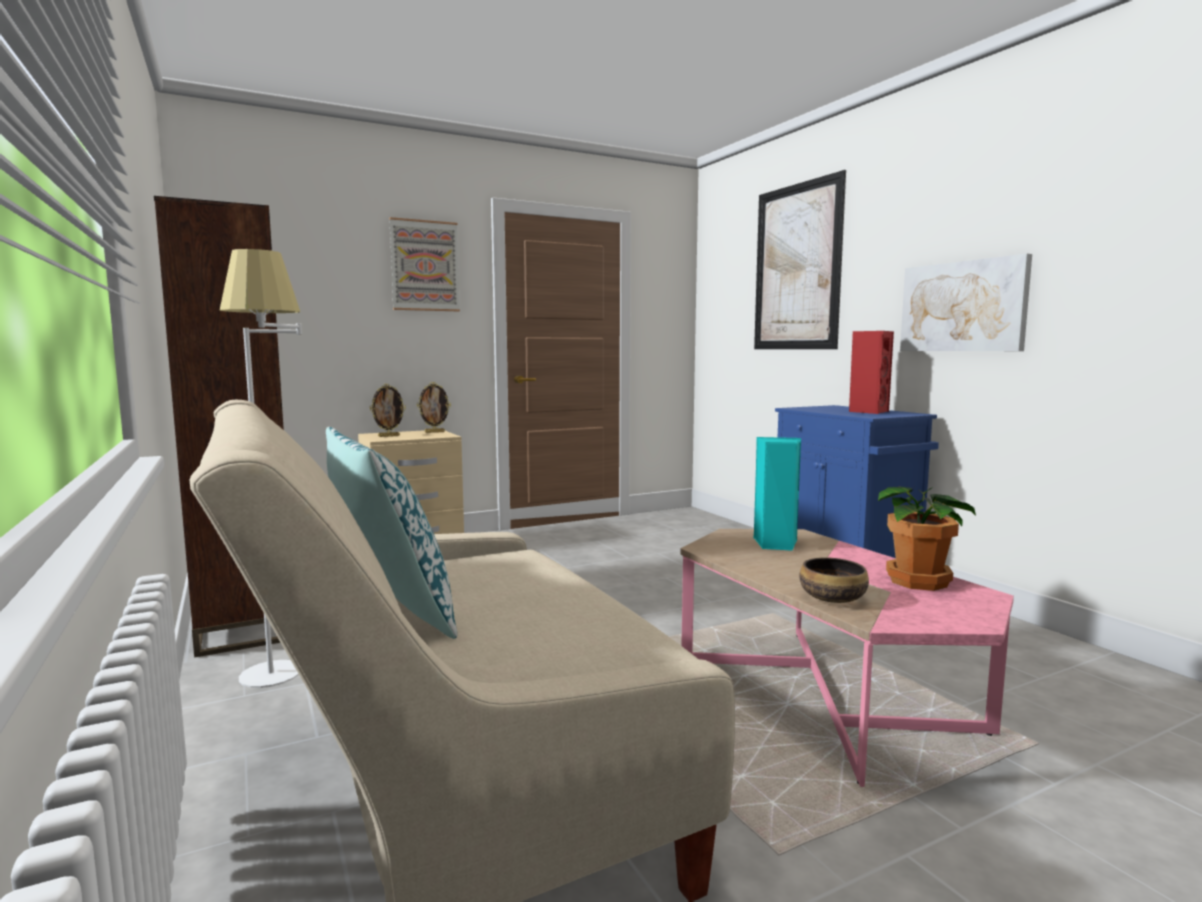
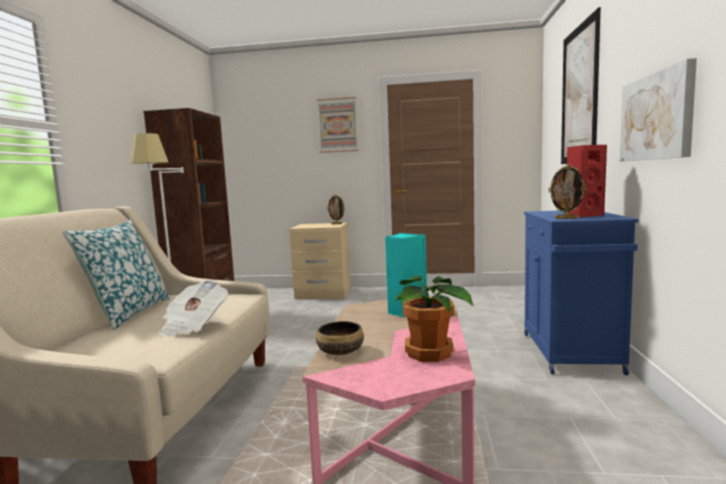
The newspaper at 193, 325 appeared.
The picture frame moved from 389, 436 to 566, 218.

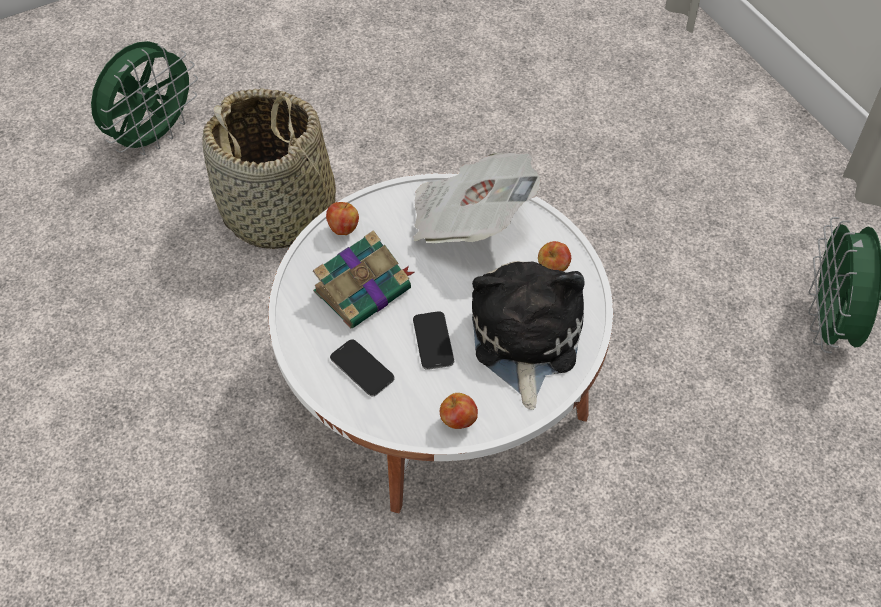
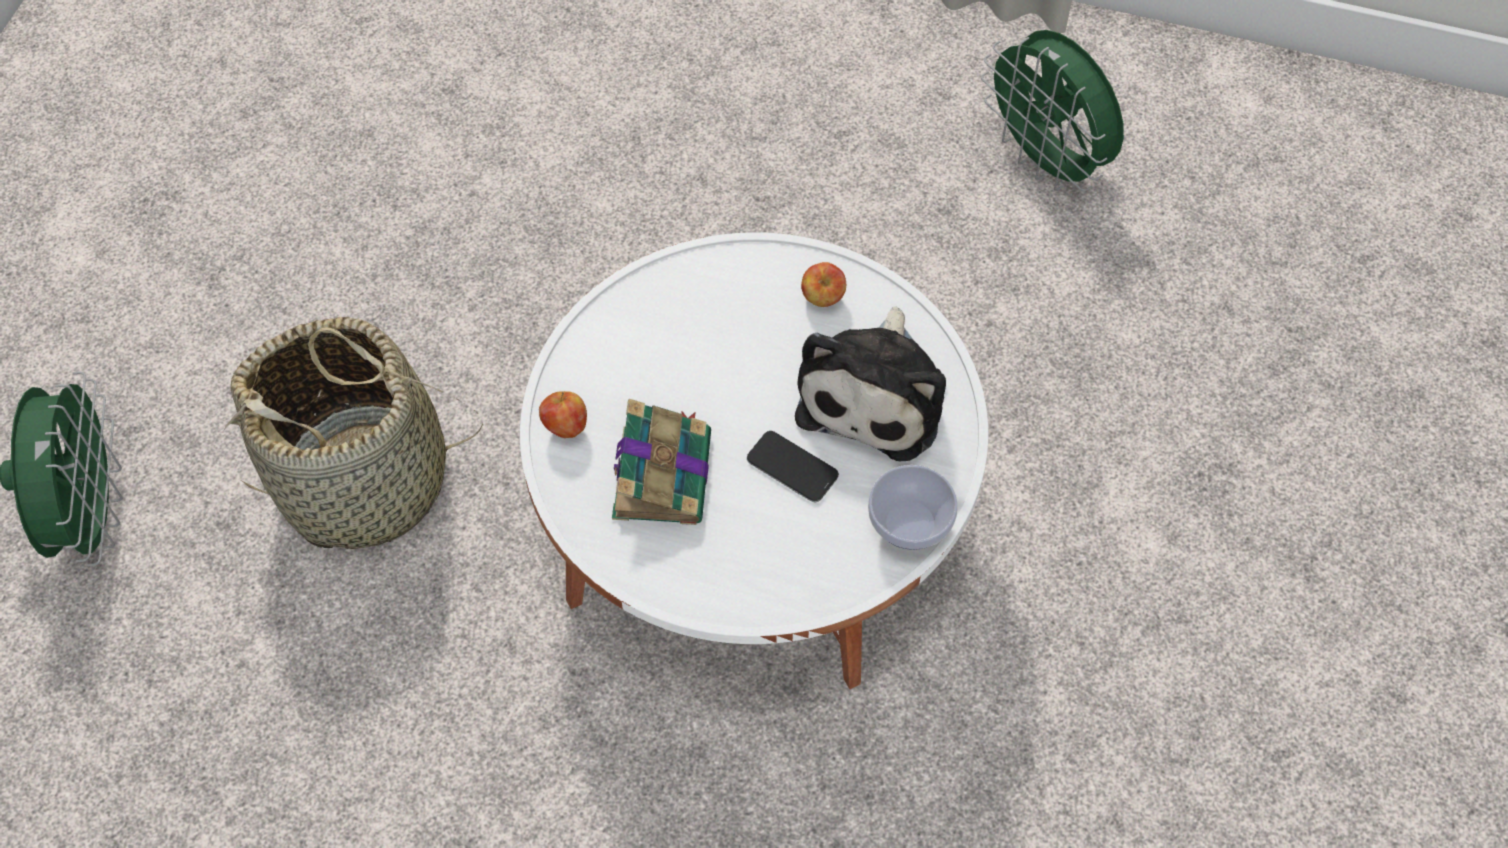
The phone at 362, 368 disappeared.
The newspaper at 469, 220 disappeared.
The whole apple at 458, 421 was replaced by the deep dish at 907, 524.
The plush toy at 524, 340 turned 120 degrees counterclockwise.

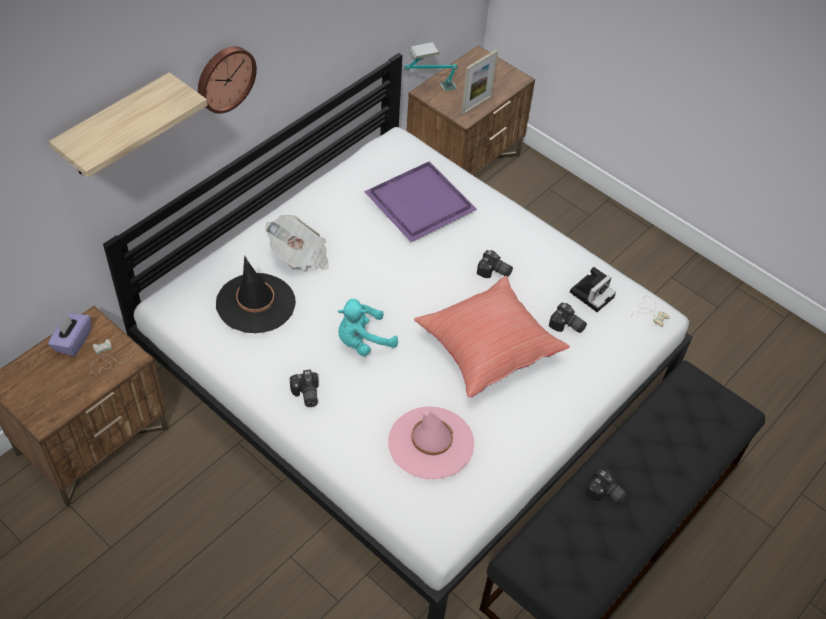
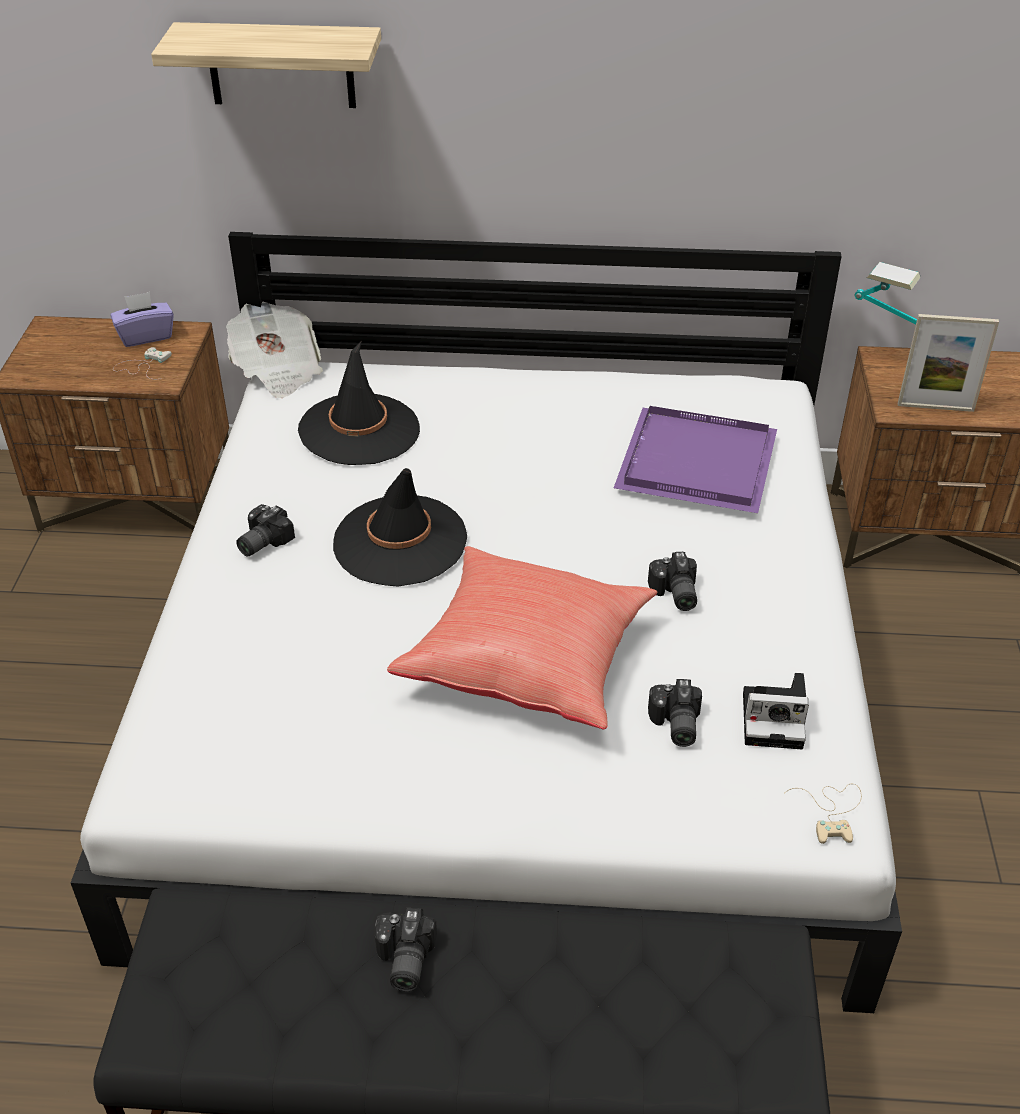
The wall clock at 224, 78 disappeared.
The pink-coloured clothing hat at 430, 443 disappeared.
The newspaper moved from 299, 256 to 277, 371.
The turquoise-coloured plush toy at 362, 341 was replaced by the black-coloured clothing hat at 400, 541.

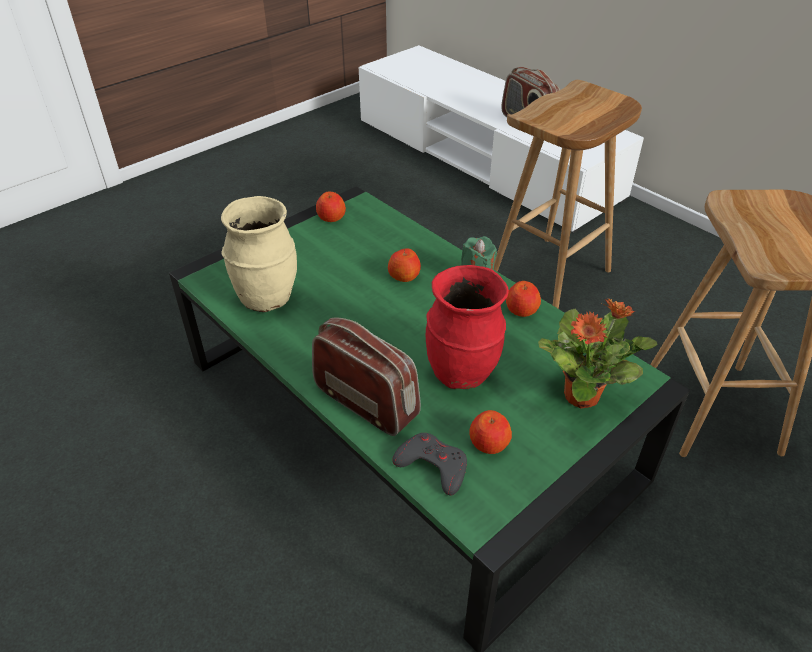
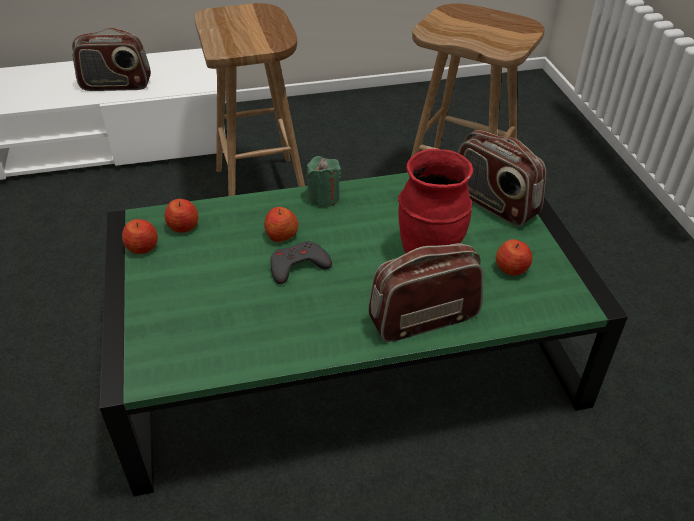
The beige-coloured vase at 267, 298 disappeared.
The gray gamepad moved from 432, 466 to 298, 266.
The whole apple moved from 521, 310 to 184, 227.
The potted plant at 582, 395 was replaced by the radio set at 493, 204.

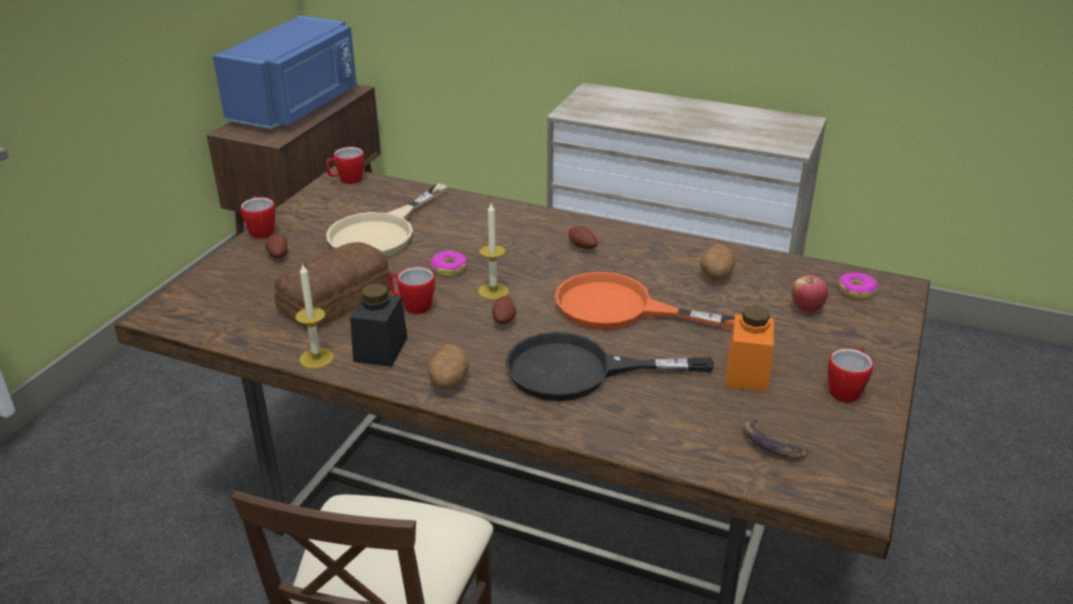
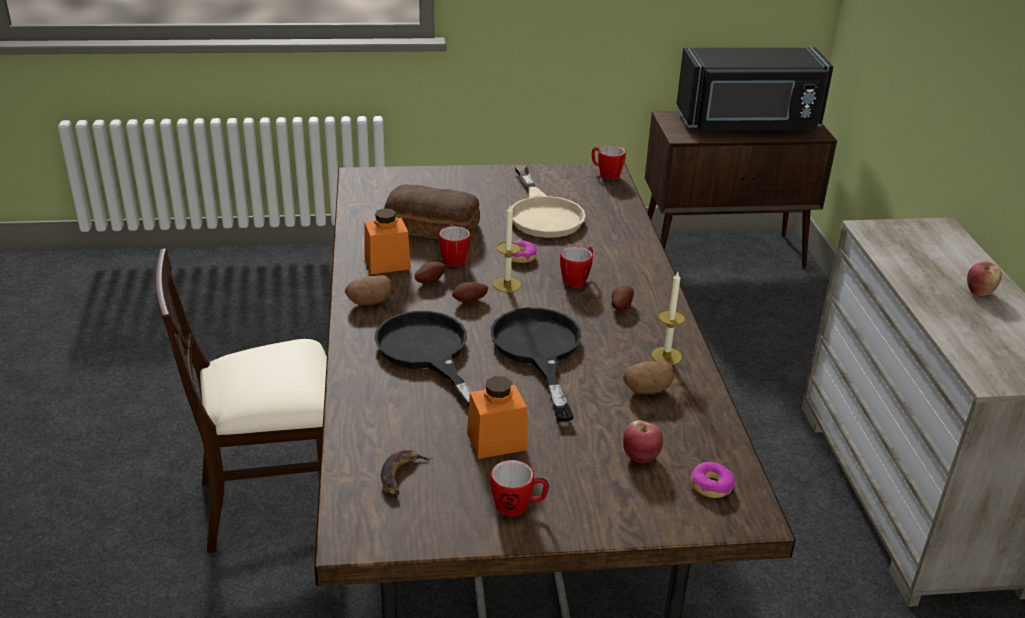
The whole apple at 979, 292 appeared.
The tea mug moved from 261, 230 to 577, 279.
The spud moved from 277, 255 to 429, 280.
The candle moved from 316, 358 to 666, 356.
The blue-coloured kitchen microwave at 297, 106 became the black-coloured kitchen microwave at 748, 124.
The black-coloured storage jar at 380, 349 became the orangey storage jar at 387, 263.
The orangey frying pan at 621, 309 became the black-coloured frying pan at 538, 351.
The beige-coloured frying pan at 381, 233 turned 105 degrees counterclockwise.

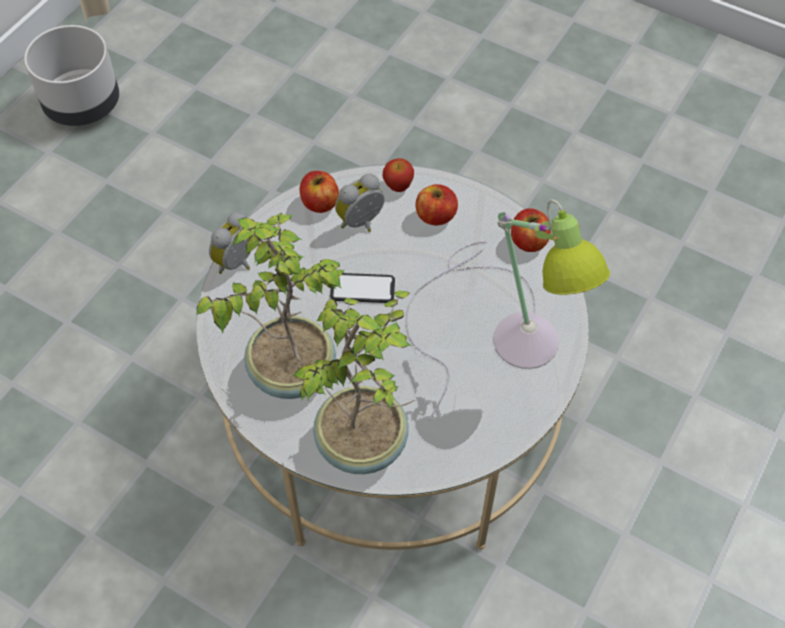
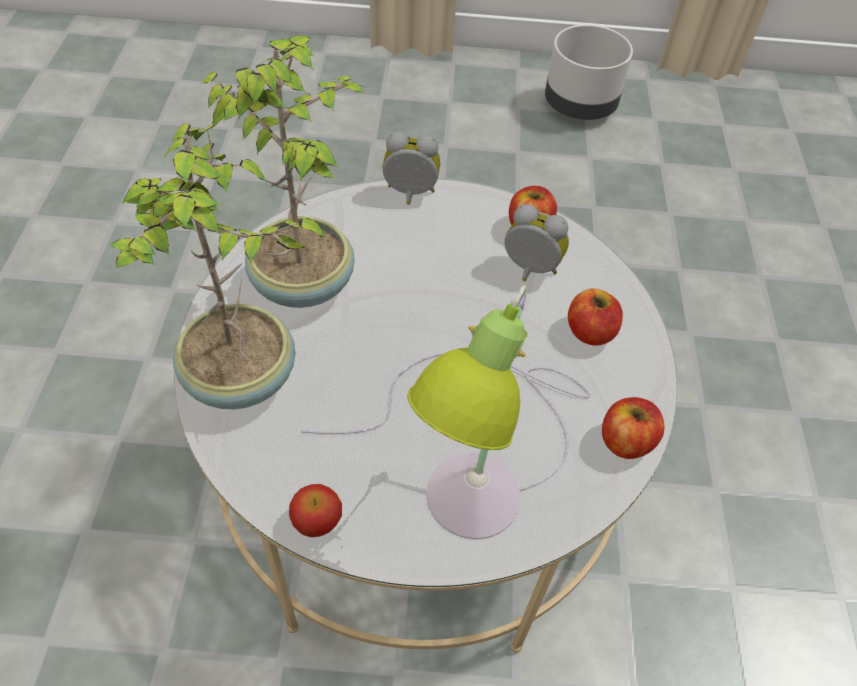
The phone at 362, 288 disappeared.
The whole apple moved from 398, 185 to 317, 522.

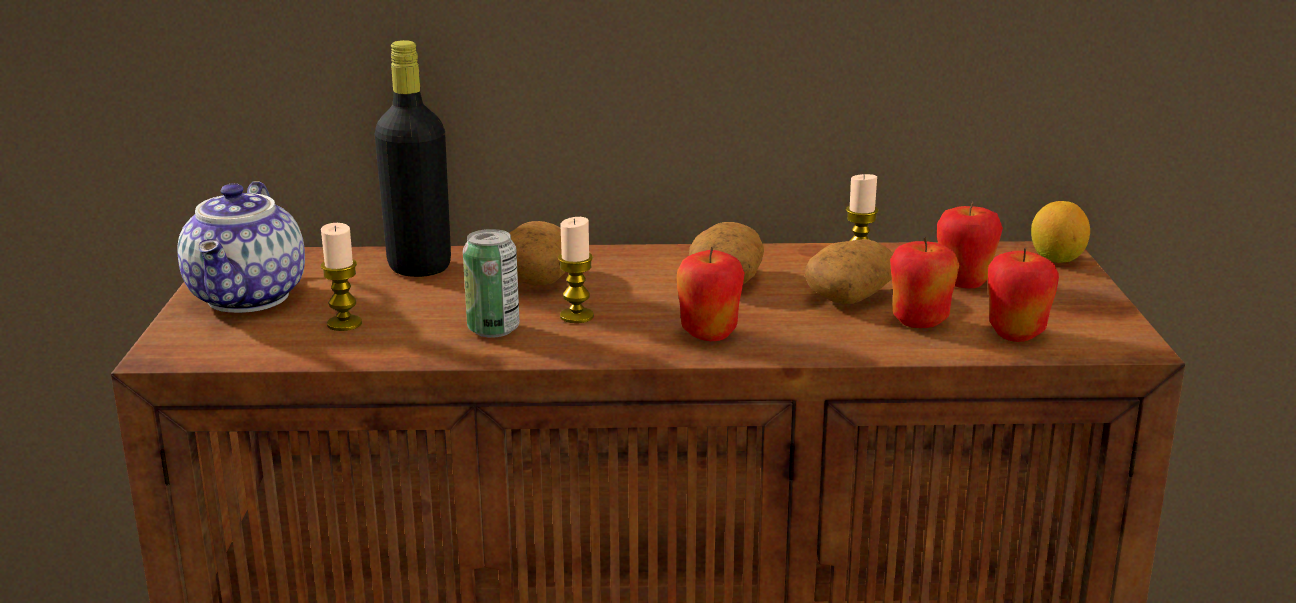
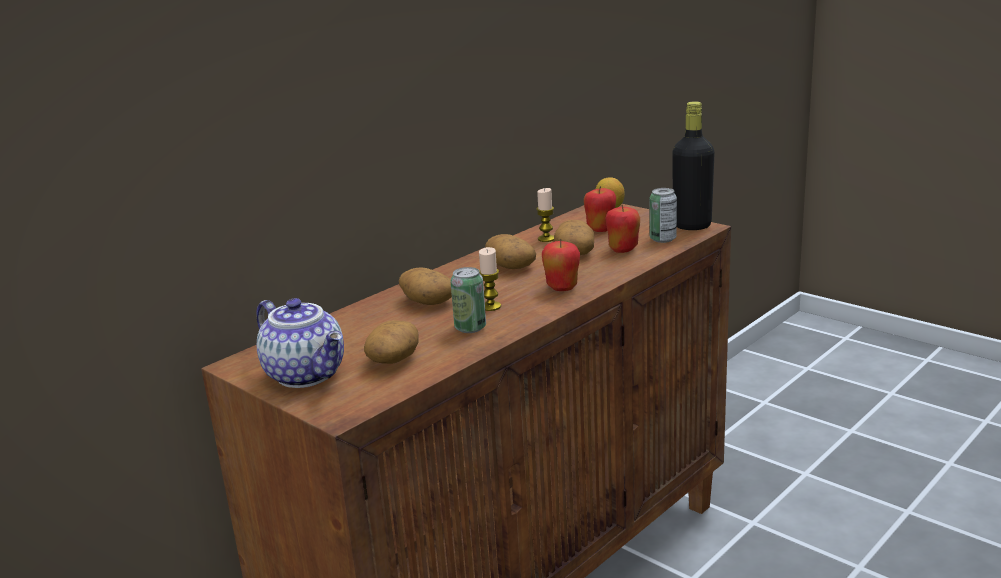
The black-coloured drink bottle moved from 419, 267 to 692, 225.
The candle at 344, 324 was replaced by the spud at 393, 359.
The whole apple at 1016, 334 was replaced by the metal can at 662, 239.

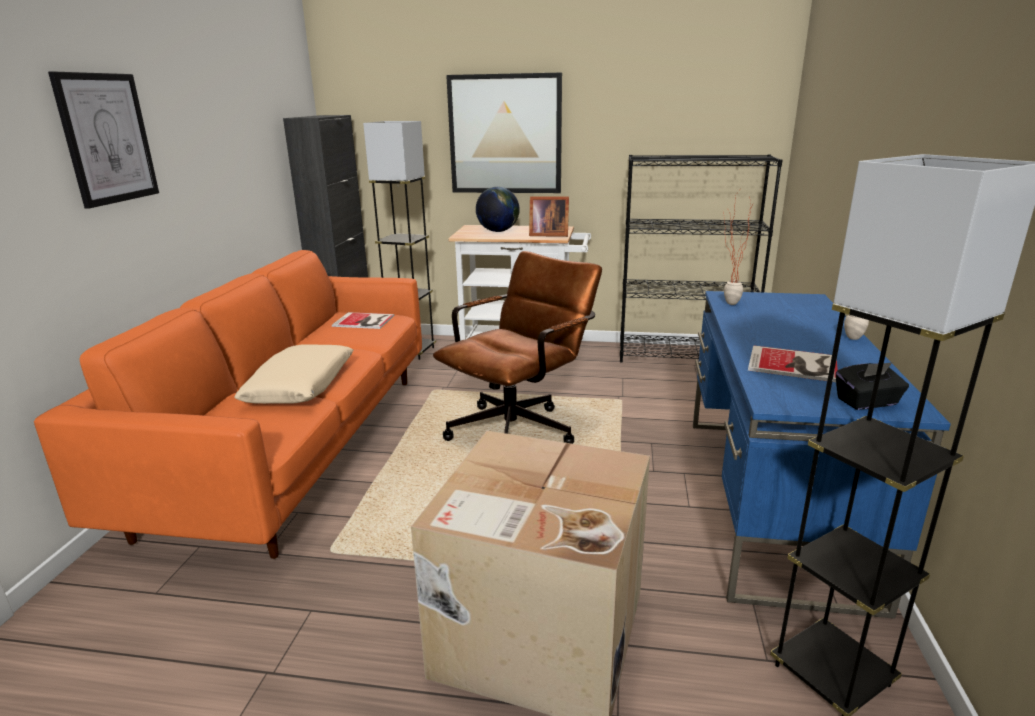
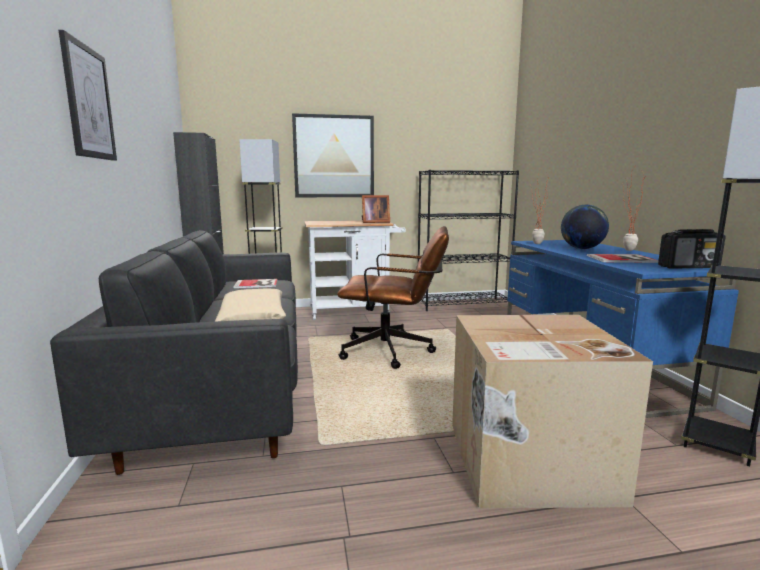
The world globe moved from 498, 231 to 582, 249.
The black-coloured tissue holder at 867, 402 was replaced by the radio set at 689, 267.
The orangey settee at 298, 447 became the black-coloured settee at 227, 384.
The brown desk chair at 519, 428 turned 75 degrees clockwise.

